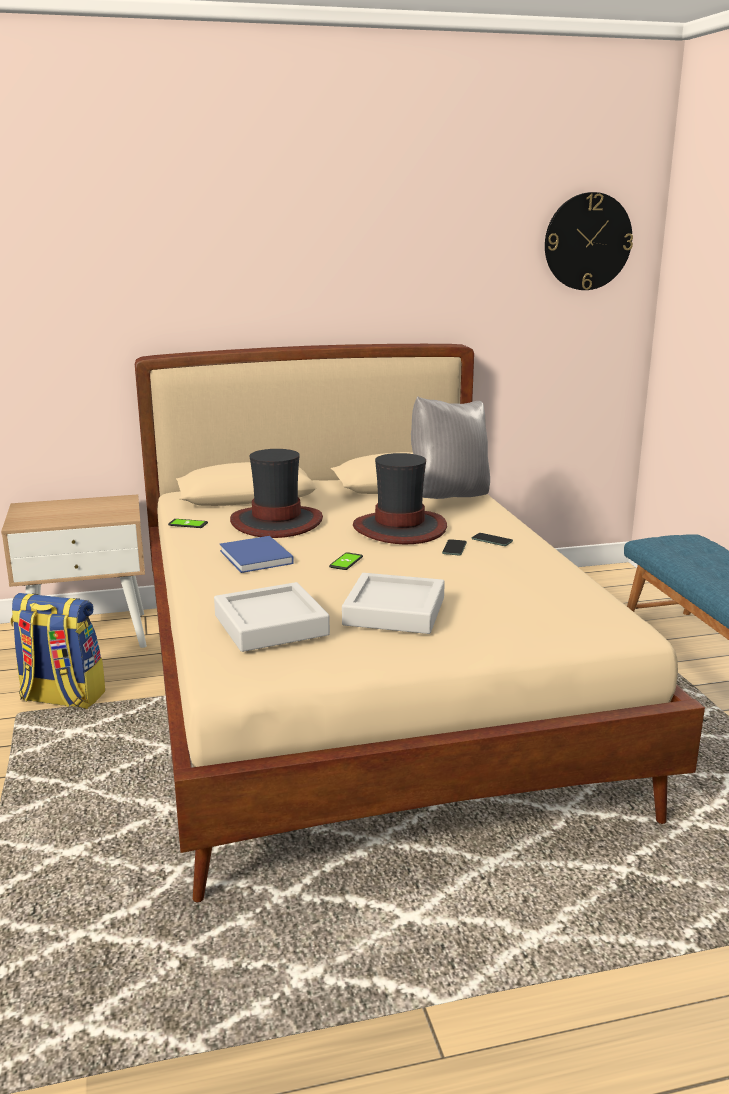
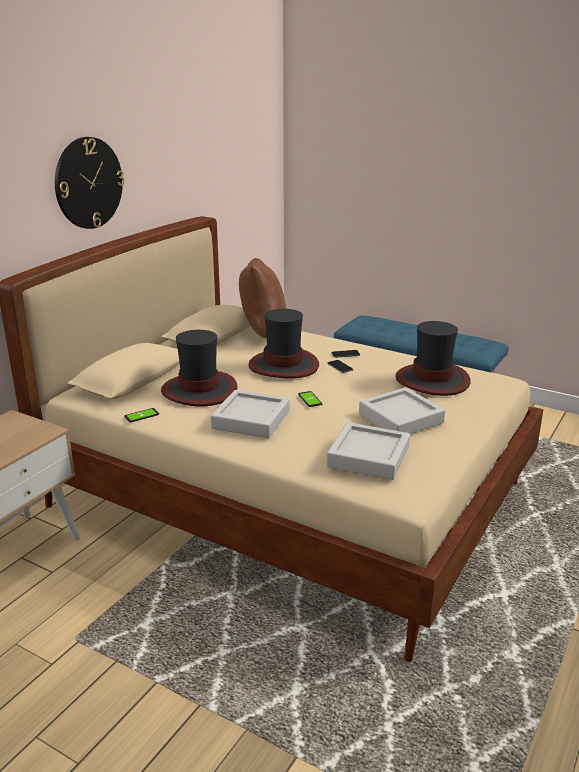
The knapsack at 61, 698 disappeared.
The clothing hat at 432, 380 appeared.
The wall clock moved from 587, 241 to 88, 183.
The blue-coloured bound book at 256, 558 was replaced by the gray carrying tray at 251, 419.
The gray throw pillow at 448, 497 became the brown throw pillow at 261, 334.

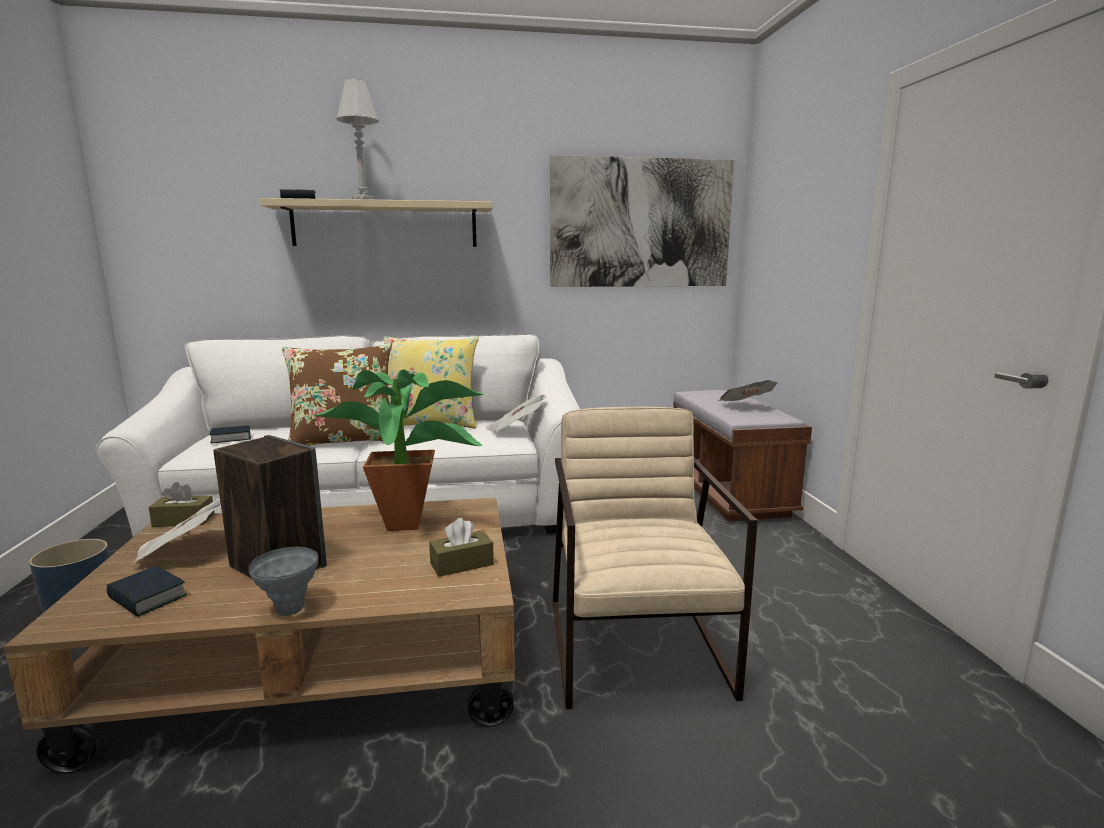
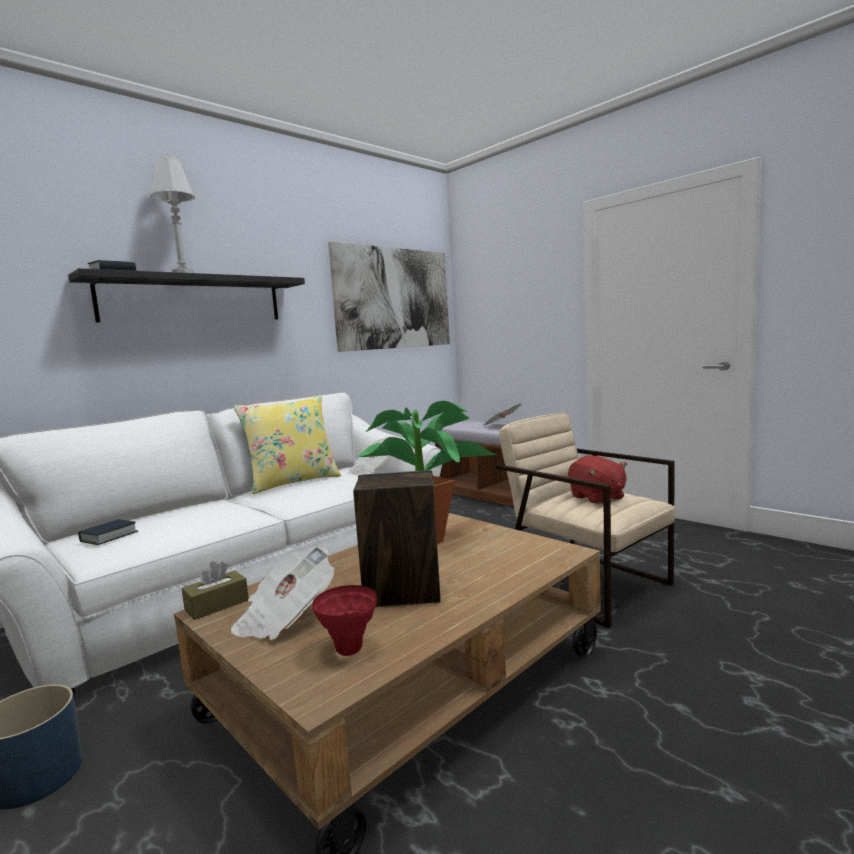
The gray vase at 289, 610 disappeared.
The brown throw pillow at 344, 441 disappeared.
The brown tissue holder at 462, 564 disappeared.
The red-coloured plush toy at 597, 497 appeared.
The bound book at 147, 598 was replaced by the red-coloured vase at 349, 649.
The beige-coloured wall shelf at 385, 225 became the black-coloured wall shelf at 194, 299.

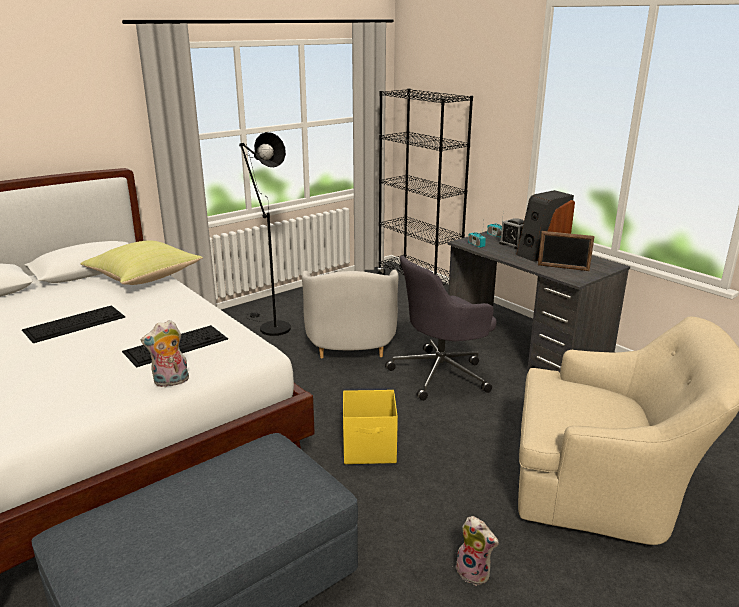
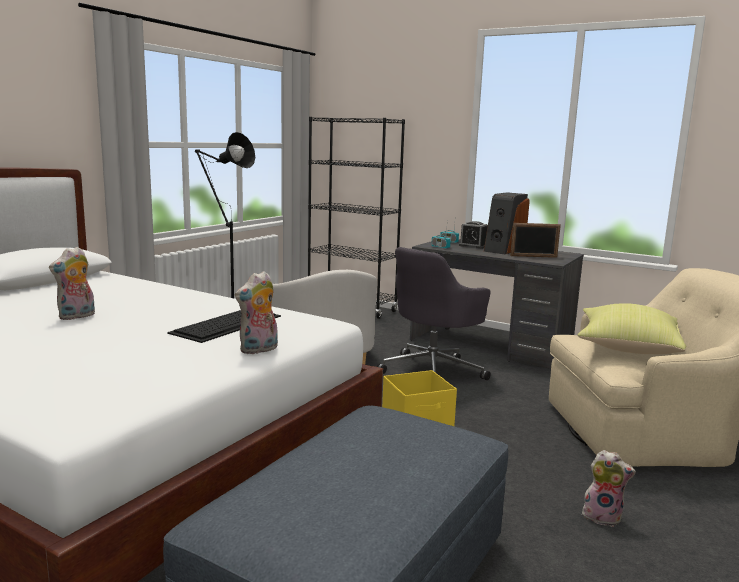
The yellow throw pillow moved from 144, 278 to 626, 348.
The keyboard at 75, 323 was replaced by the plush toy at 77, 316.

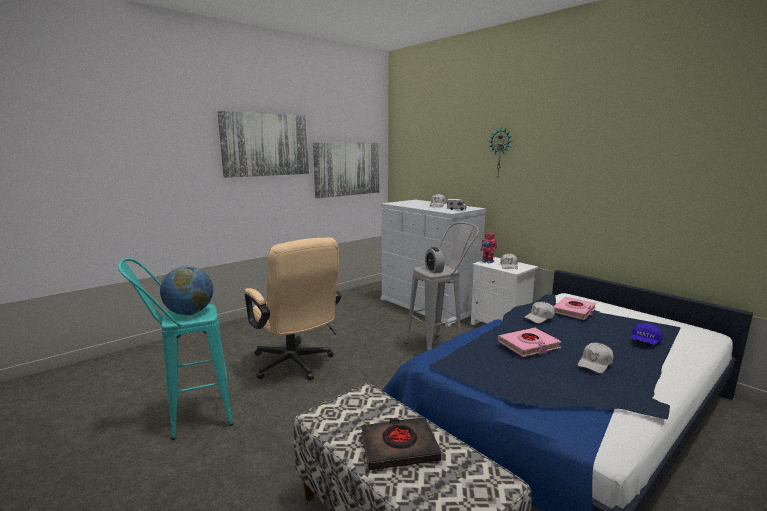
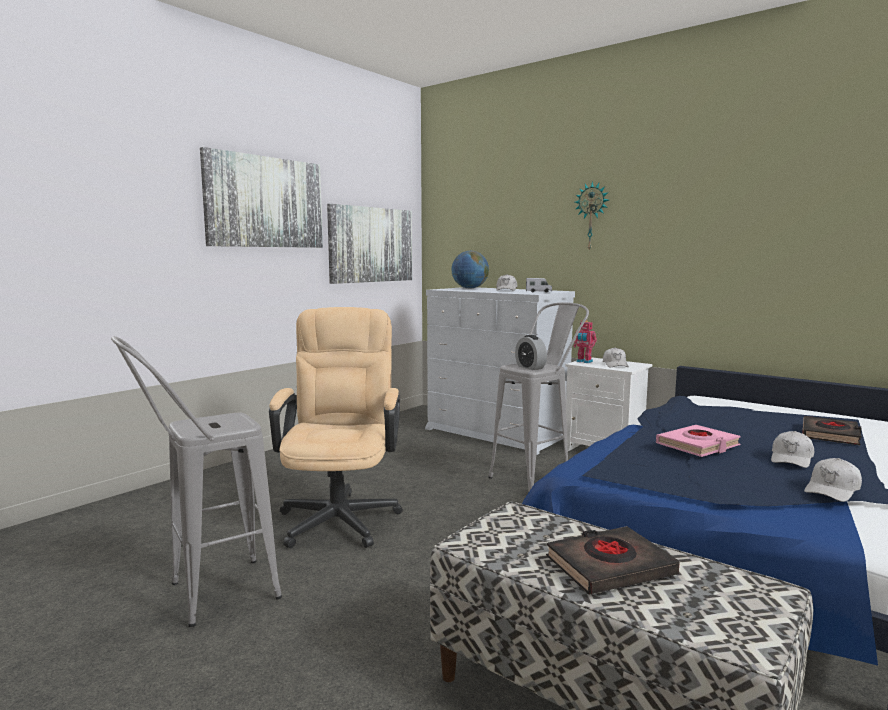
The pink-coloured bound book at 574, 311 disappeared.
The world globe moved from 189, 313 to 470, 288.
The whitish peaked cap moved from 539, 318 to 832, 490.
The blue-coloured peaked cap at 645, 342 was replaced by the black-coloured bound book at 830, 435.
The turquoise-coloured stool at 189, 419 became the gray stool at 206, 597.
The beige-coloured desk chair at 295, 365 turned 135 degrees counterclockwise.

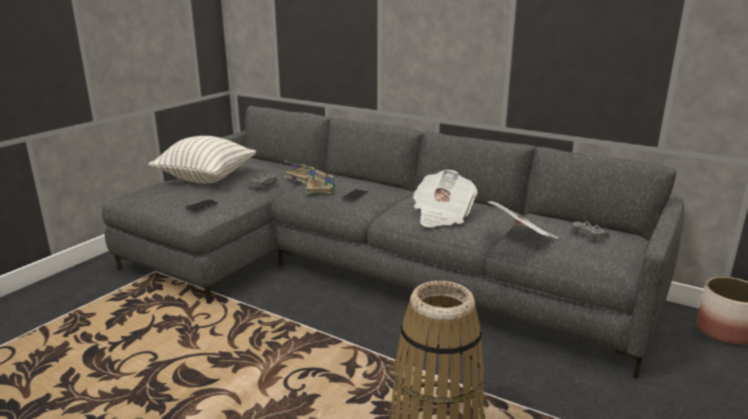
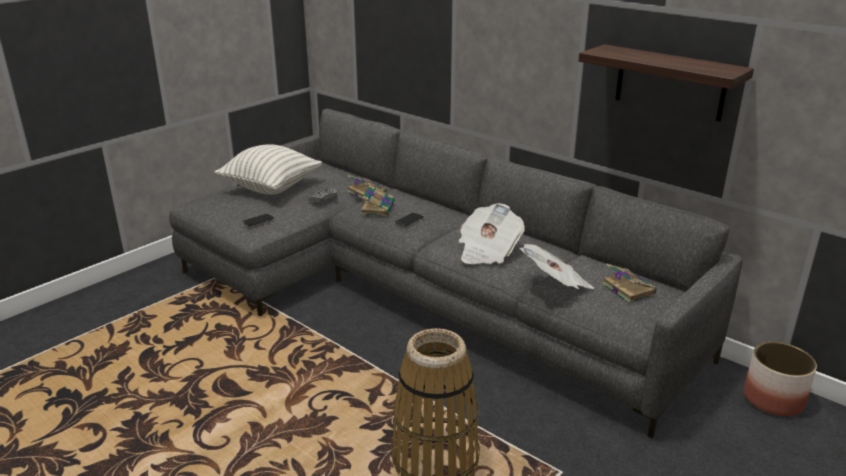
The wall shelf at 670, 83 appeared.
The gray gamepad at 588, 236 was replaced by the bound book at 627, 289.

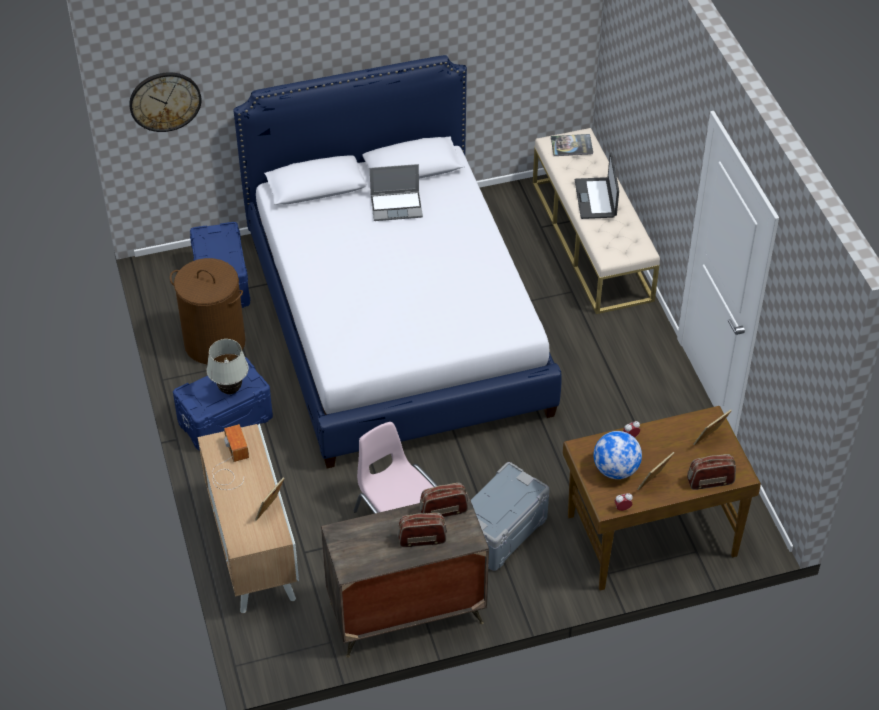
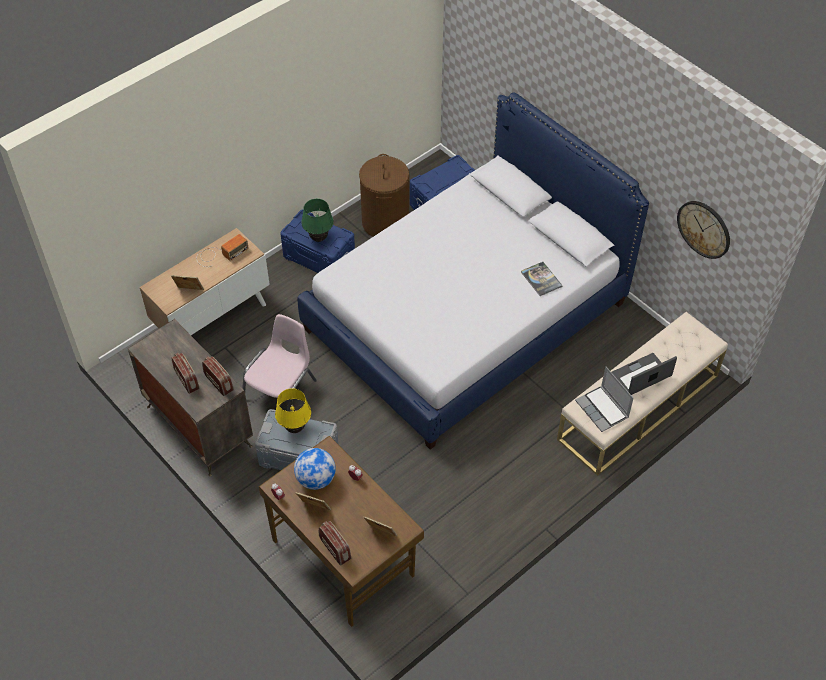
The yellow lamp for a table at 295, 428 appeared.
The wall clock moved from 165, 101 to 704, 229.
The portable computer moved from 397, 206 to 603, 409.
The bound book moved from 571, 146 to 541, 279.
The whitish lamp for a table at 230, 390 became the green-coloured lamp for a table at 318, 238.

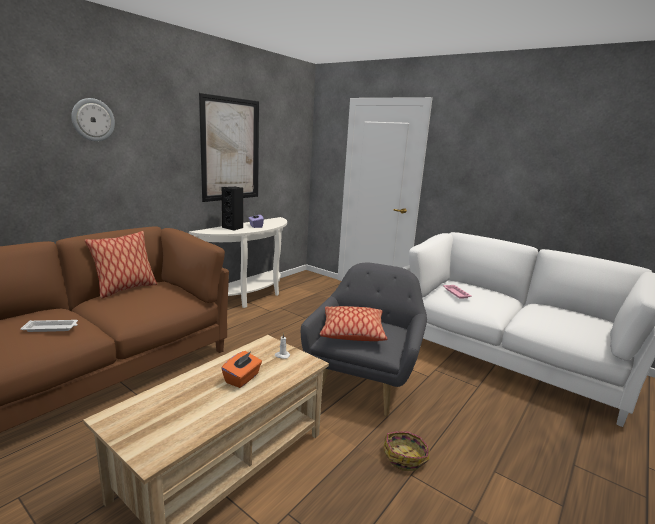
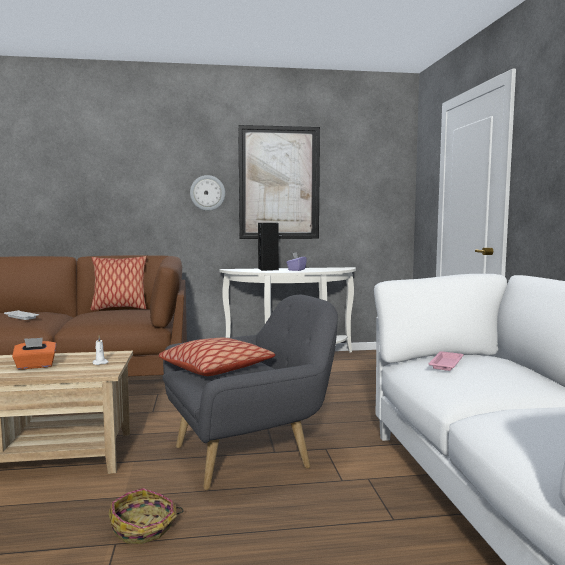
The wall clock moved from 93, 120 to 207, 193.

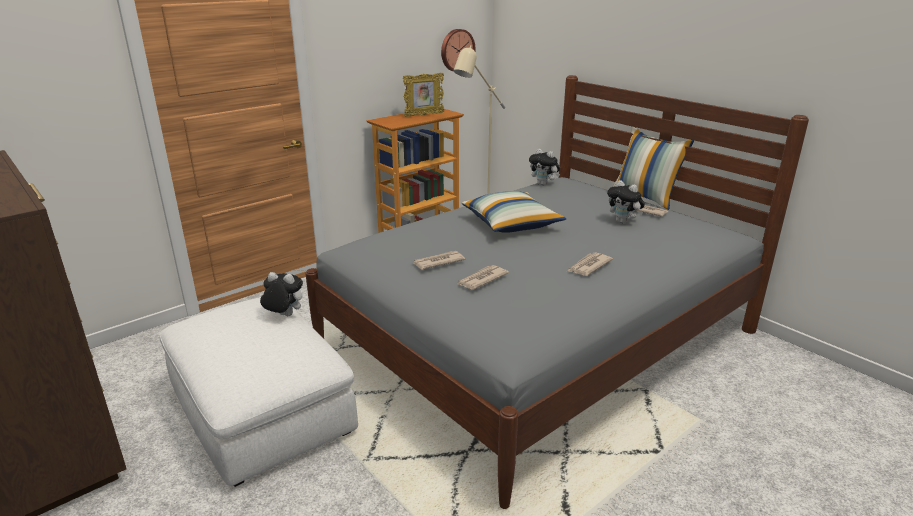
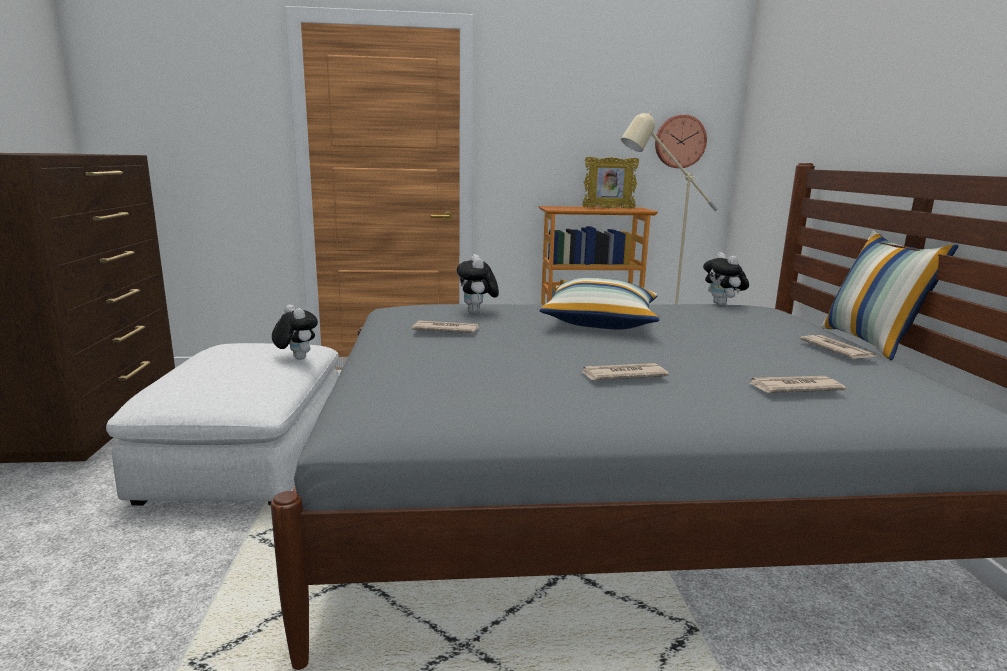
The newspaper moved from 481, 279 to 793, 388.
The plush toy moved from 623, 222 to 477, 312.

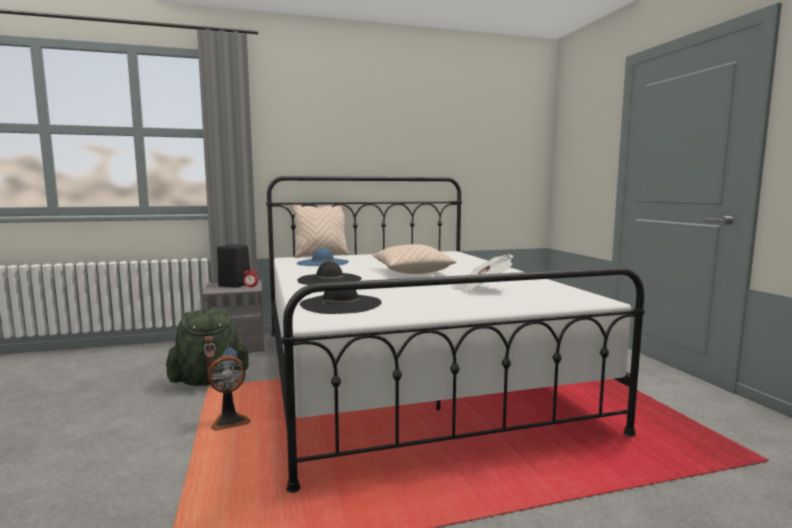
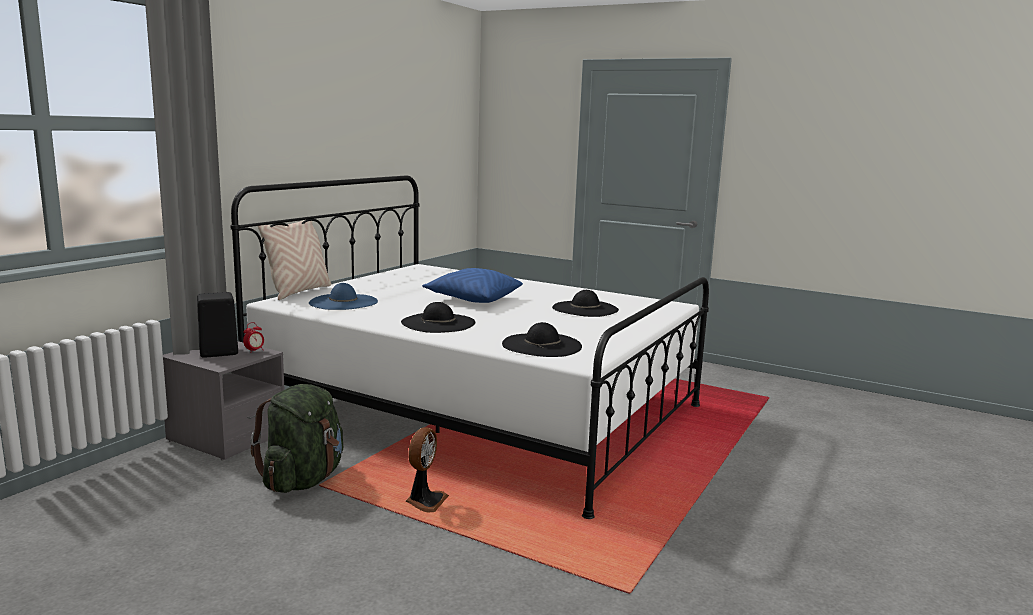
The newspaper at 481, 289 was replaced by the black-coloured clothing hat at 585, 309.
The beige-coloured throw pillow at 411, 271 became the blue-coloured throw pillow at 473, 299.

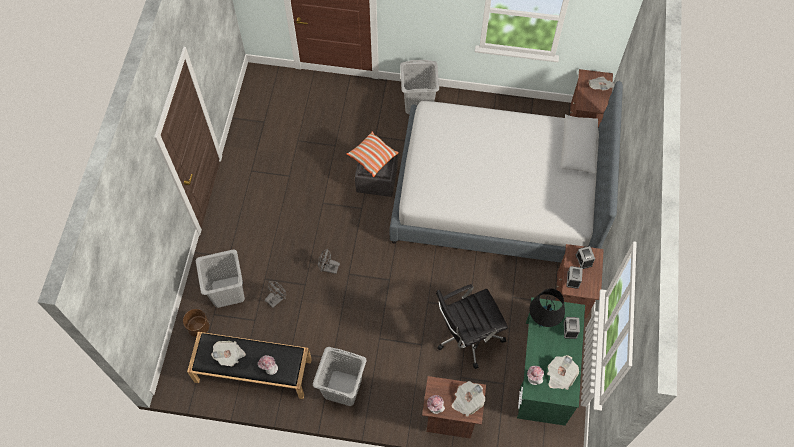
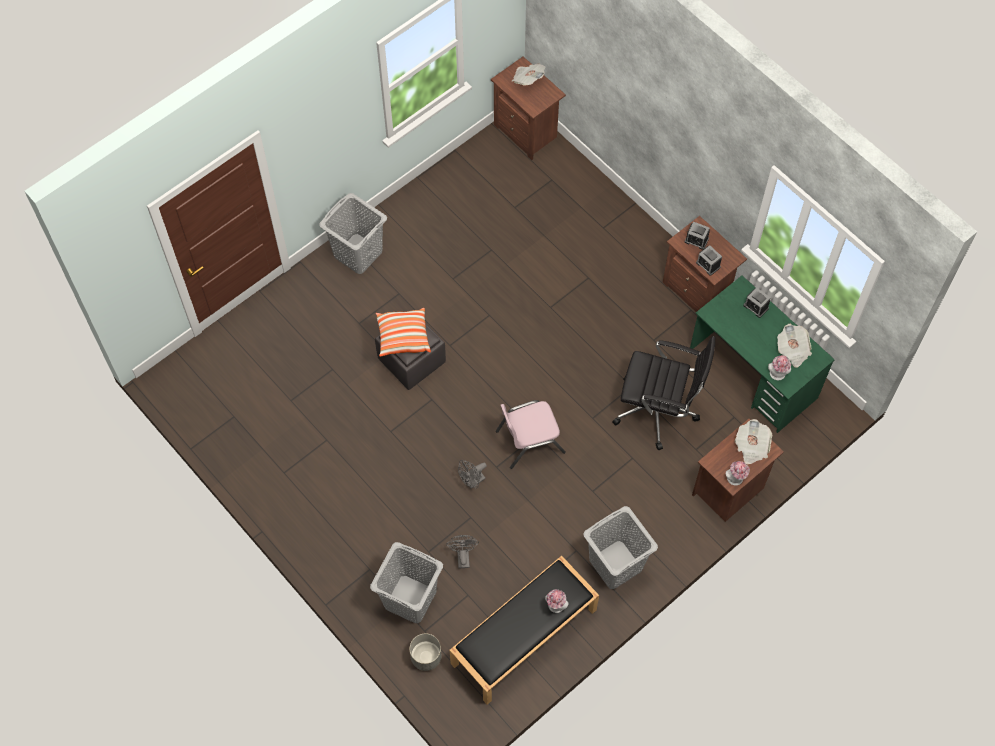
The newspaper at 230, 355 disappeared.
The bedroom bed at 497, 195 disappeared.
The black-coloured lamp for a table at 542, 321 disappeared.
The pink-coloured upright chair at 529, 441 appeared.
The brown plant pot at 198, 327 became the gray plant pot at 426, 657.
The black-coloured desk chair at 467, 335 turned 90 degrees counterclockwise.

